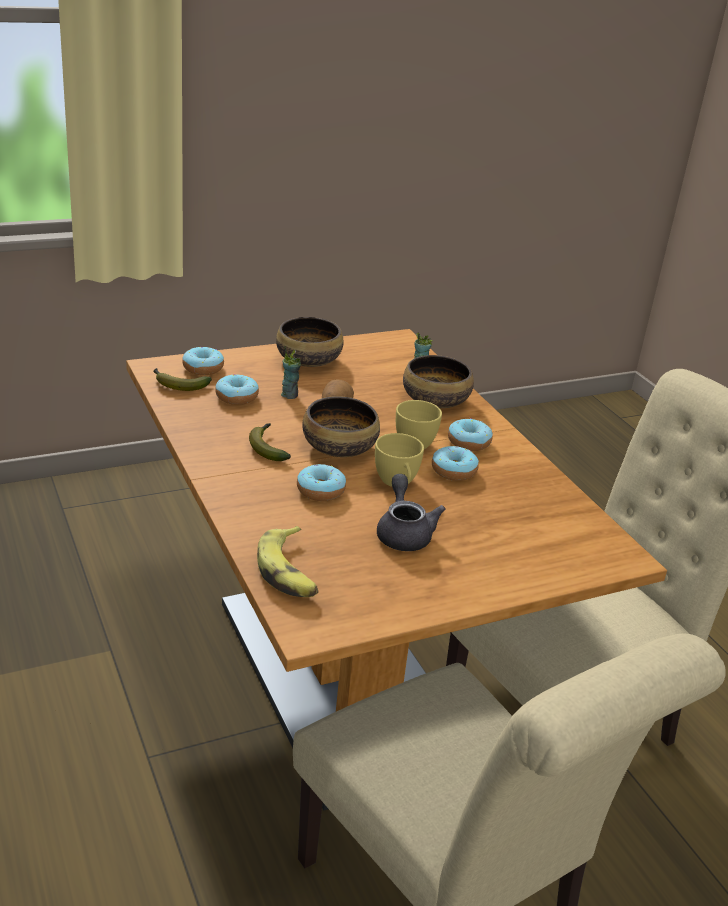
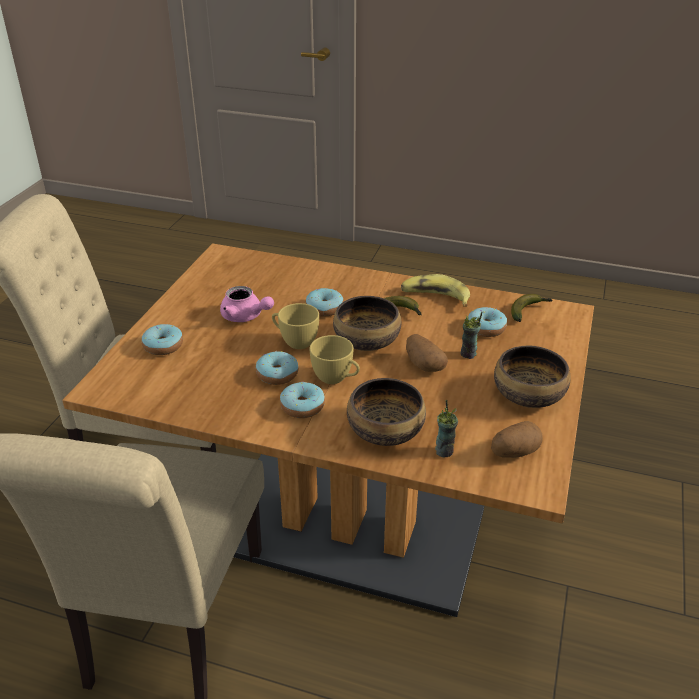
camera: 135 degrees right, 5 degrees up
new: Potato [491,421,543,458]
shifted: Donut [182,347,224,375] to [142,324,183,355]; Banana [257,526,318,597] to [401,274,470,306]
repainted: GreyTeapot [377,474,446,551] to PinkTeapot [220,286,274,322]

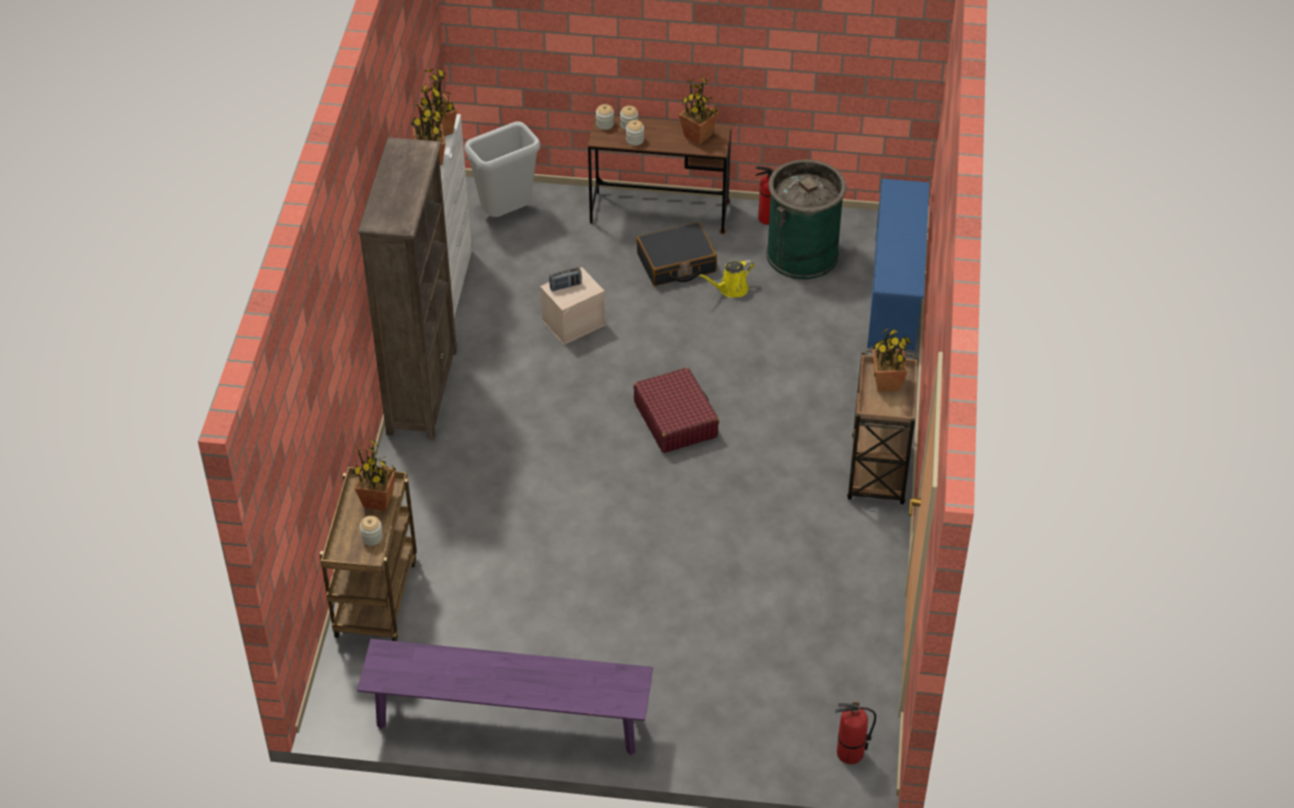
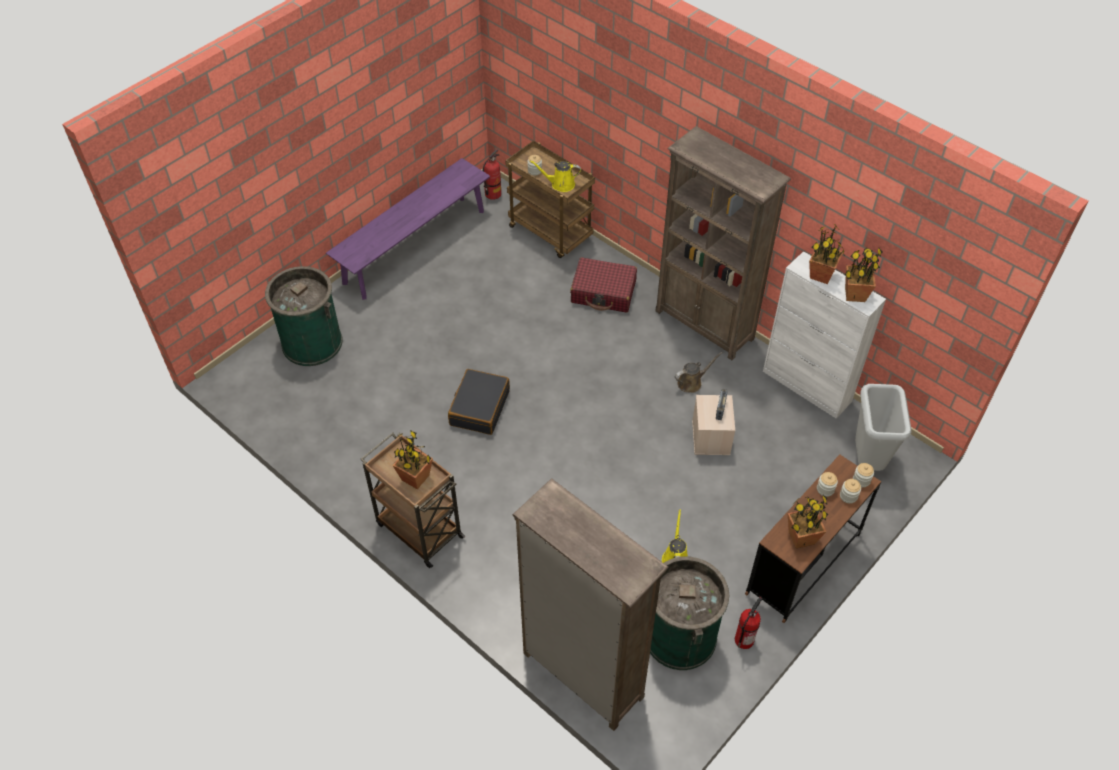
camera: 125 degrees right, 5 degrees up
new: GreenTrashCan [265,266,343,366]; BrownWateringCan [675,352,722,393]
shifted: RedSuitcase [633,367,719,453] to [570,257,637,313]; BlackSuitcase [636,222,717,286] to [448,369,510,435]; FireExtinguisher [835,701,876,764] to [483,149,501,200]
swapped: PottedPlant [353,439,396,511] to YellowWateringCan [530,160,581,192]; BlueShoeRack [867,179,930,350] to BrownBookcase [512,478,669,731]

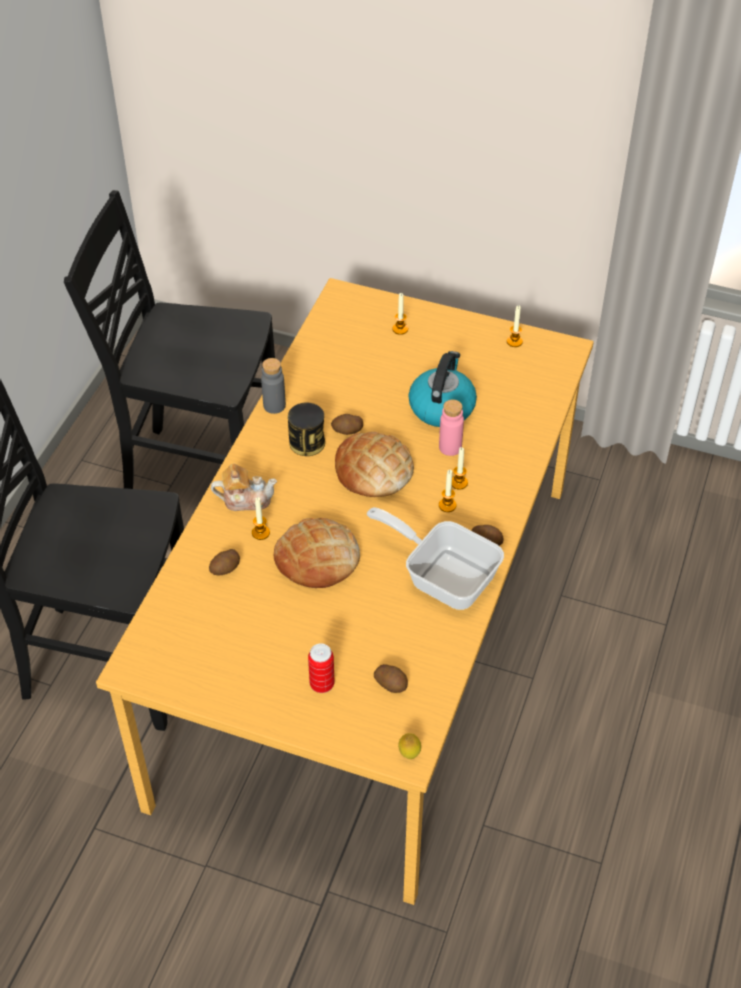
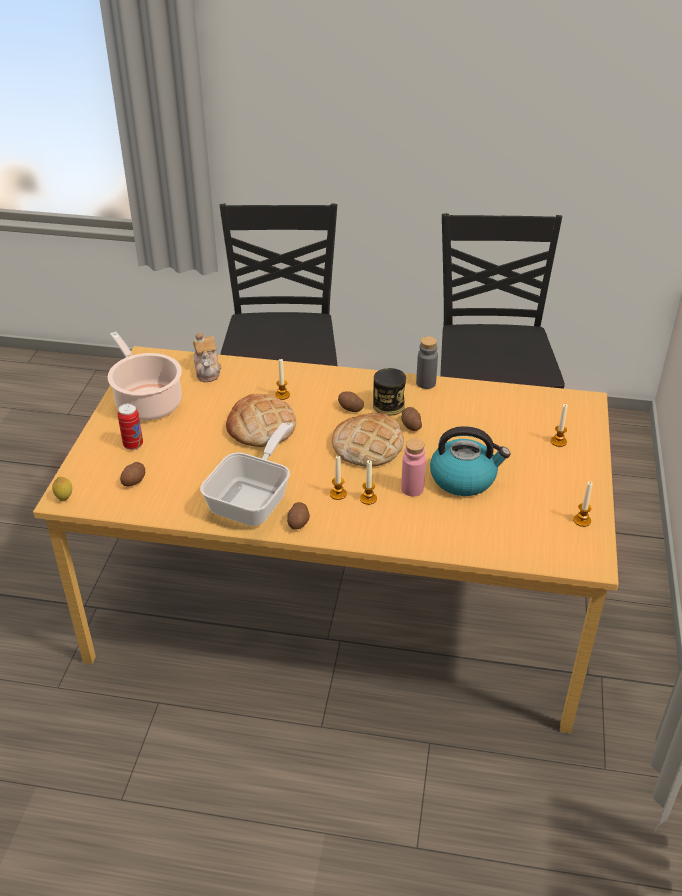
camera: 80 degrees right, 10 degrees down
new: CookingPot [108,332,182,420]
shifted: Potato [209,549,240,576] to [338,391,364,412]; Teapot [211,463,277,511] to [193,332,221,382]

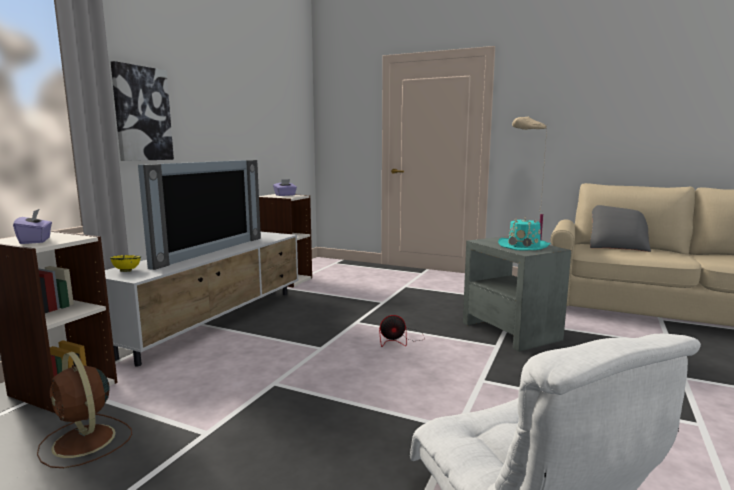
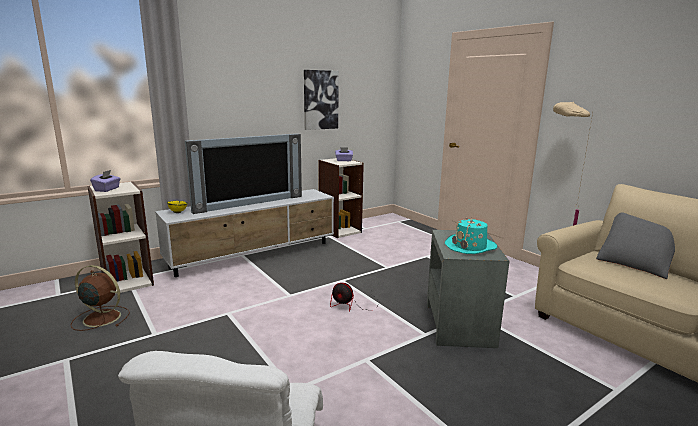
camera: 30 degrees right, 5 degrees up
shifted: Picture [111,61,174,161] to [304,70,339,130]
rotated: BrownFan [37,352,132,468] = [71,265,130,331] 120 degrees clockwise

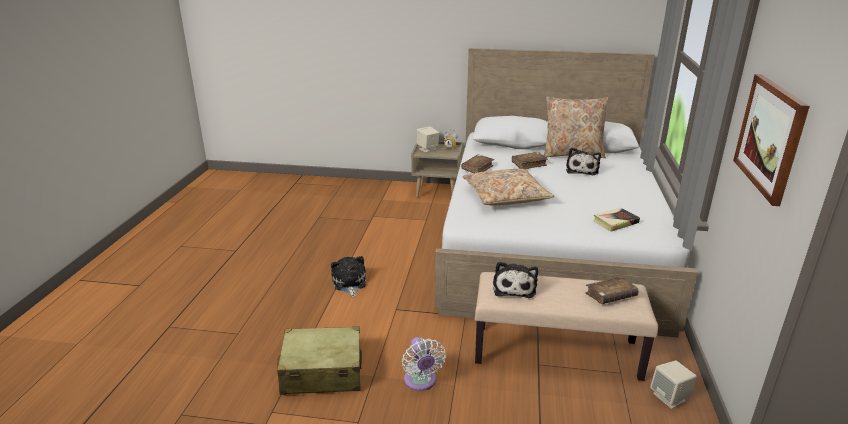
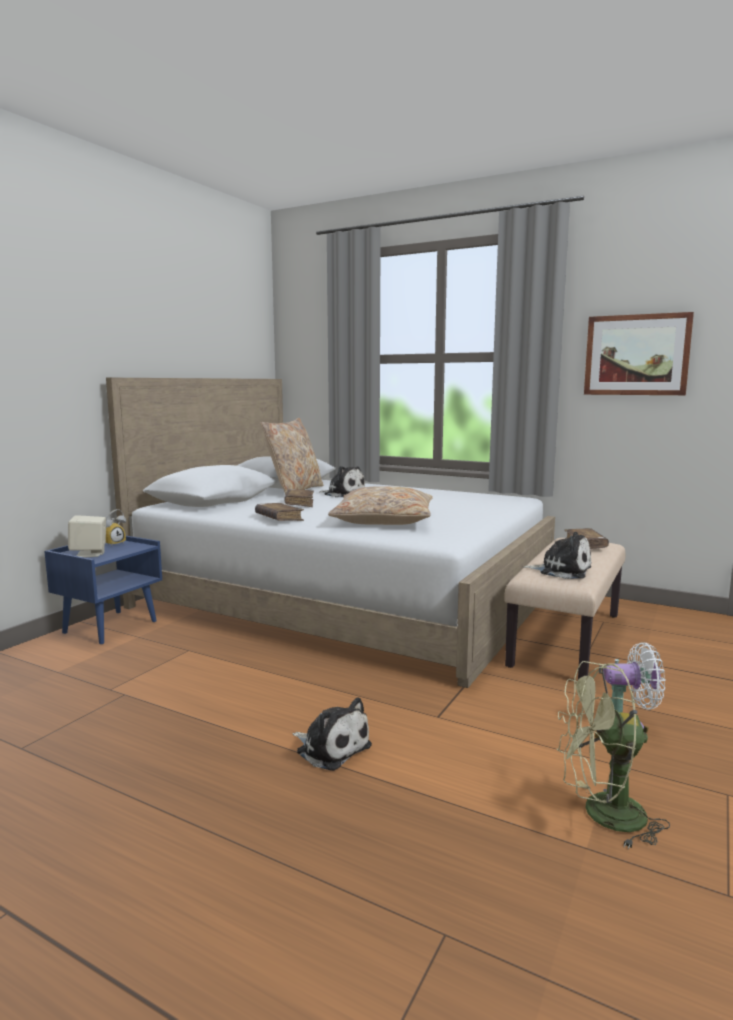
camera: 70 degrees left, 15 degrees down
gone: Book [594,208,640,232]; BeigeSpeaker [650,361,697,409]
swapped: BeigeSuitcase [277,326,362,395] to GreenFan [557,661,670,849]
repainted: BeigeNightstand [411,141,463,198] to BlueNightstand [44,536,162,644]
rotated: PlushToy [331,256,366,297] = [292,697,372,771] 150 degrees counterclockwise

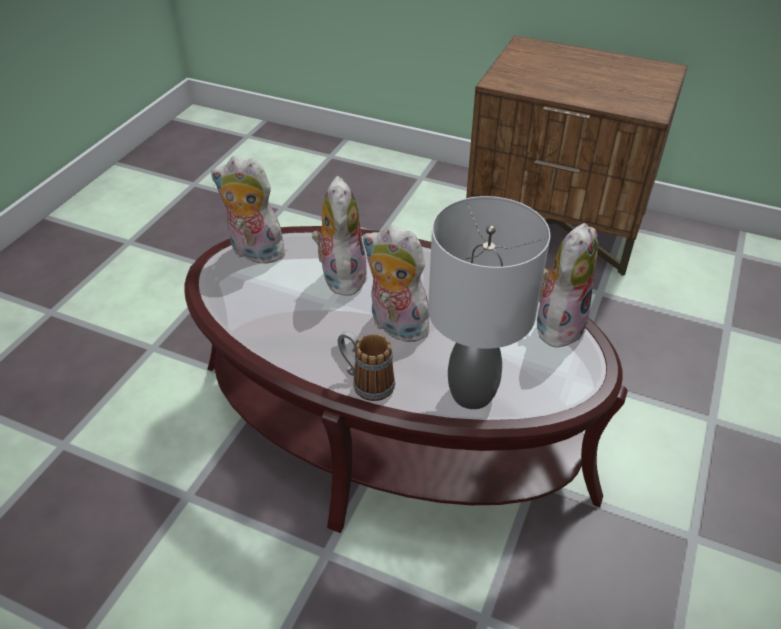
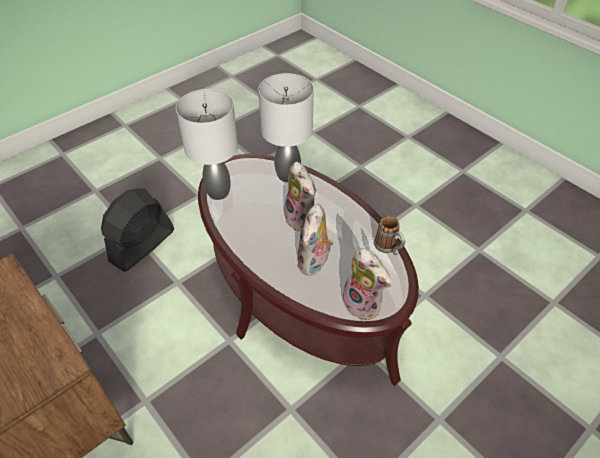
camera: 155 degrees left, 5 degrees up
new: BlackFan [101,189,175,272]
shifted: Mug [338,331,395,401] to [374,216,405,255]
swapped: PlushToy [535,223,598,349] to GreyTableLamp [176,89,238,200]

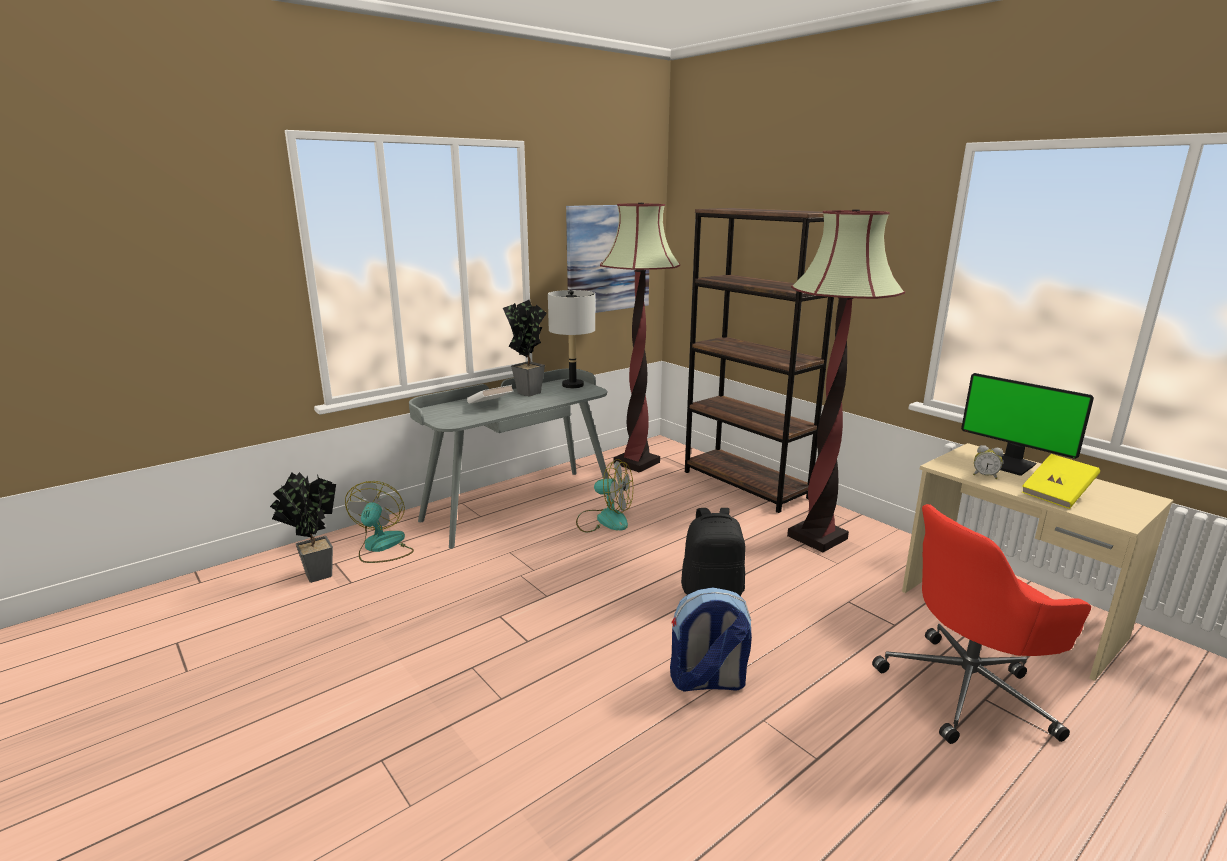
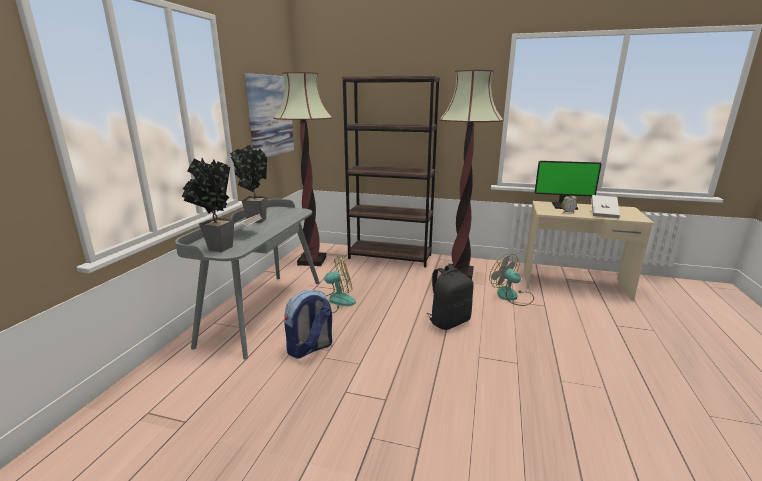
camera: 35 degrees left, 0 degrees up
gone: GreyTableLamp [548,290,595,388]; RedOfficeChair [872,504,1091,744]
shifted: PottedPlant [270,472,336,583] to [181,158,234,252]; Fan [345,481,414,563] to [489,254,534,306]; Backpack [670,587,752,692] to [284,290,332,358]
repainted: YellowBook [1022,454,1100,509] to WhiteBook [591,195,620,219]

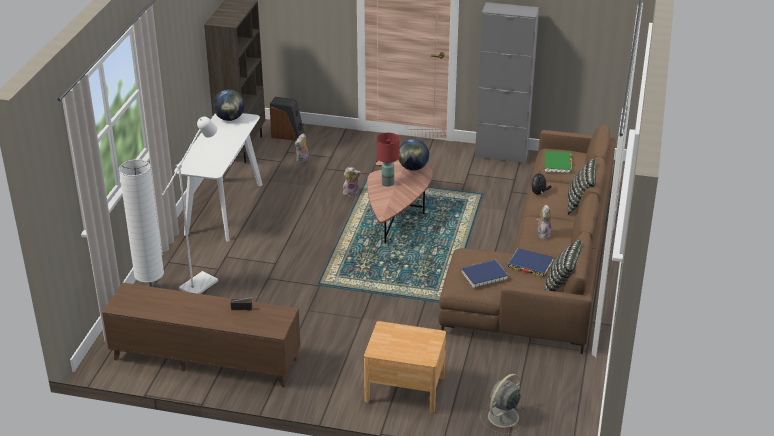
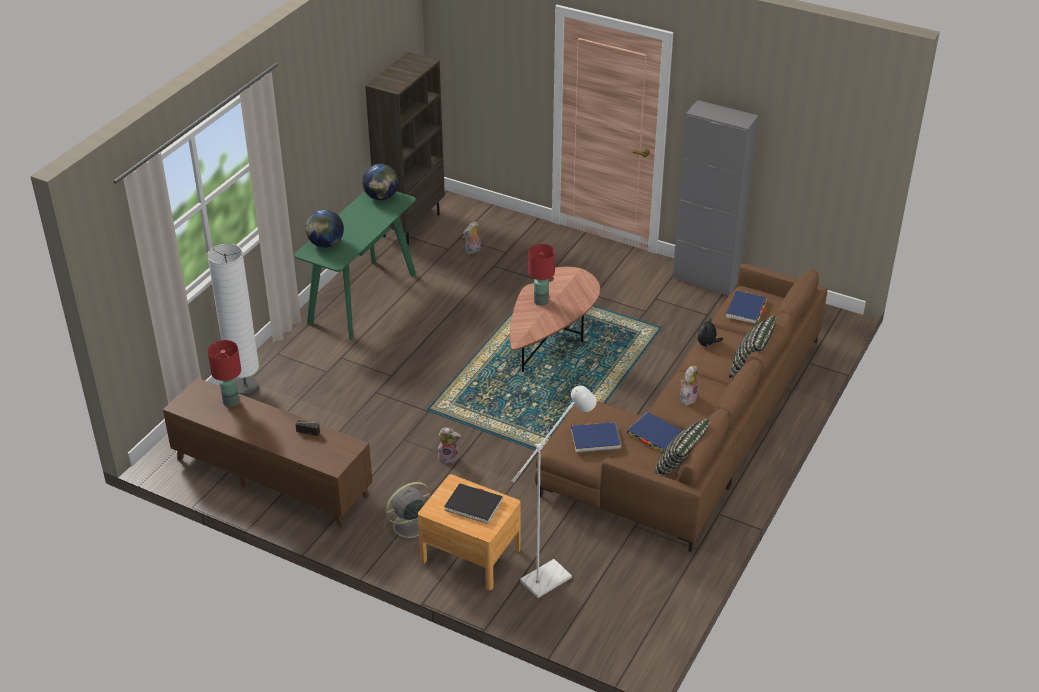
camera: 15 degrees right, 5 degrees up
gone: Speaker [270,97,305,140]
new: RedTableLamp [207,340,241,407]; BlackBook [444,483,503,524]
shifted: WhiteFloorLamp [162,117,218,294] to [512,386,597,598]; PlushToy [343,167,361,196] to [438,427,461,463]; Globe [399,139,429,171] to [306,210,344,248]; GreyFan [481,374,525,434] to [384,482,431,546]
repainted: WhiteConsoleTable [174,113,263,242] to GreenConsoleTable [295,191,416,340]; GreenBook [545,151,573,173] to BlueBook [726,290,767,324]

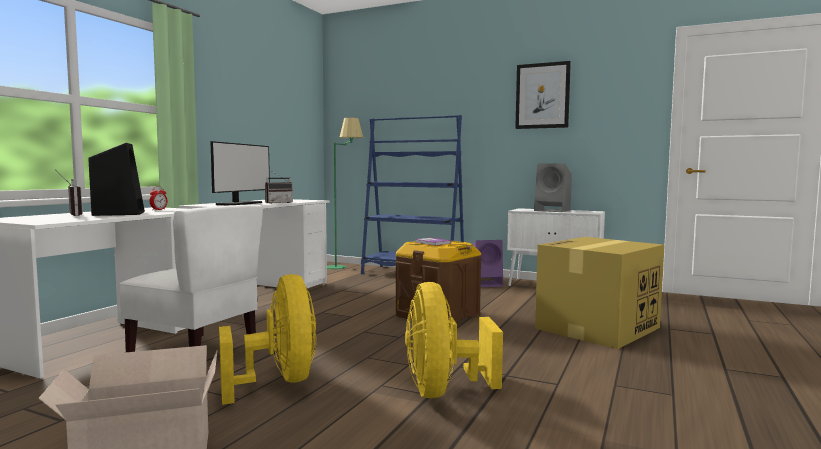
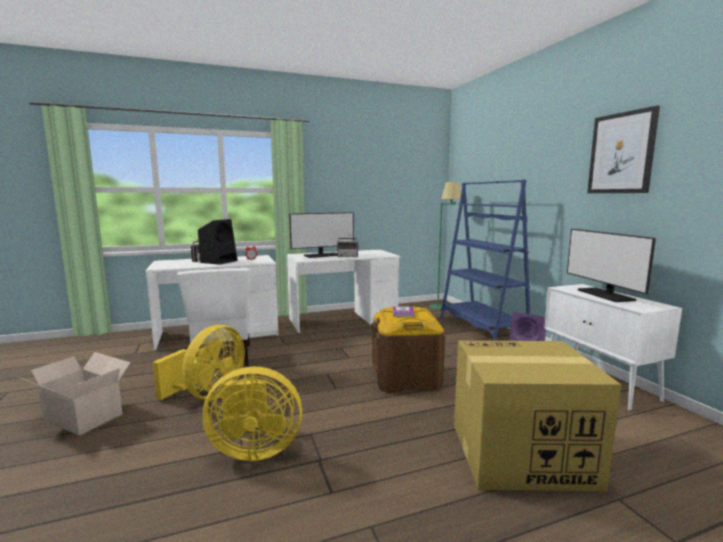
camera: 45 degrees right, 5 degrees up
swapped: GreySpeaker [534,163,572,212] to Monitor [567,229,656,302]
rotated: YellowFan [405,282,503,398] = [203,367,302,461] 135 degrees counterclockwise

